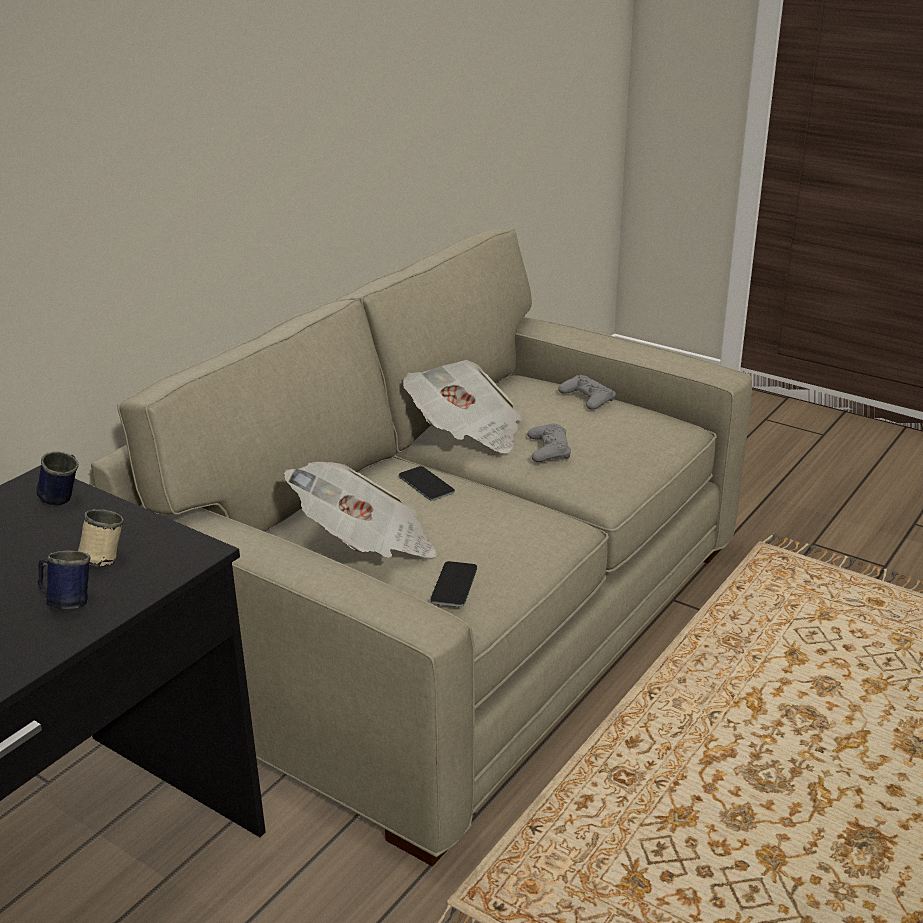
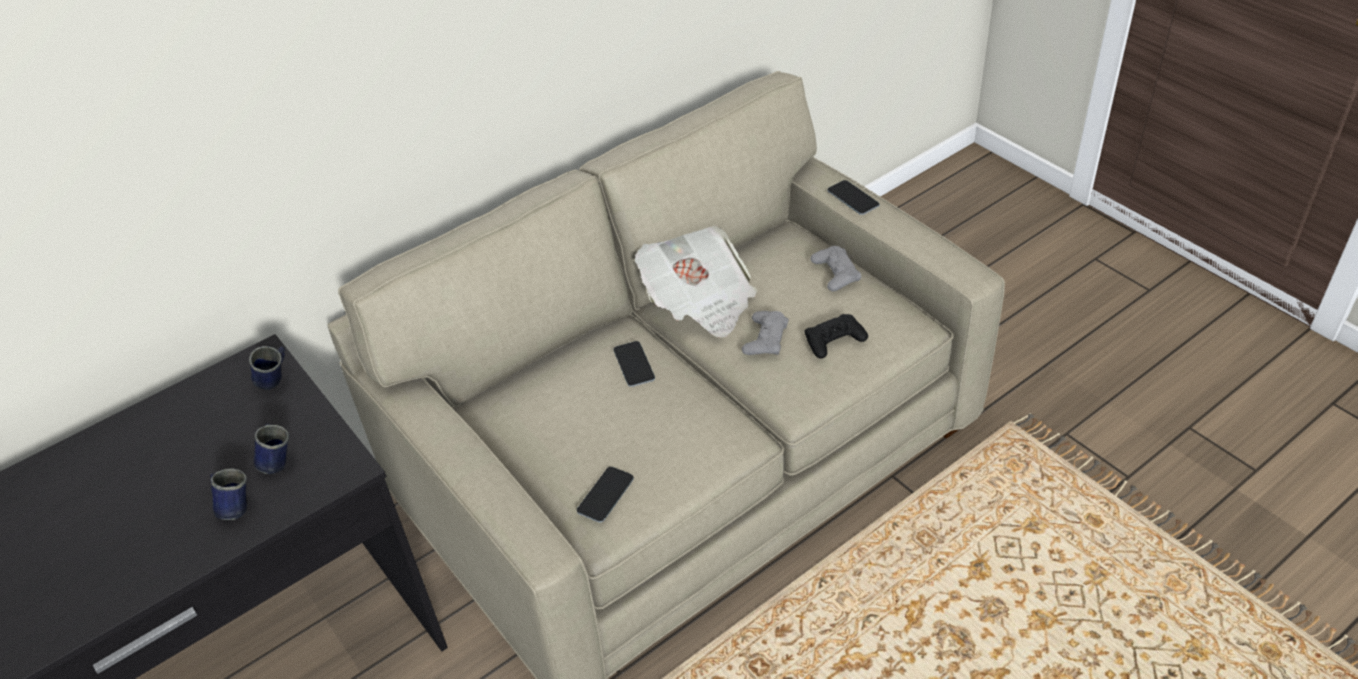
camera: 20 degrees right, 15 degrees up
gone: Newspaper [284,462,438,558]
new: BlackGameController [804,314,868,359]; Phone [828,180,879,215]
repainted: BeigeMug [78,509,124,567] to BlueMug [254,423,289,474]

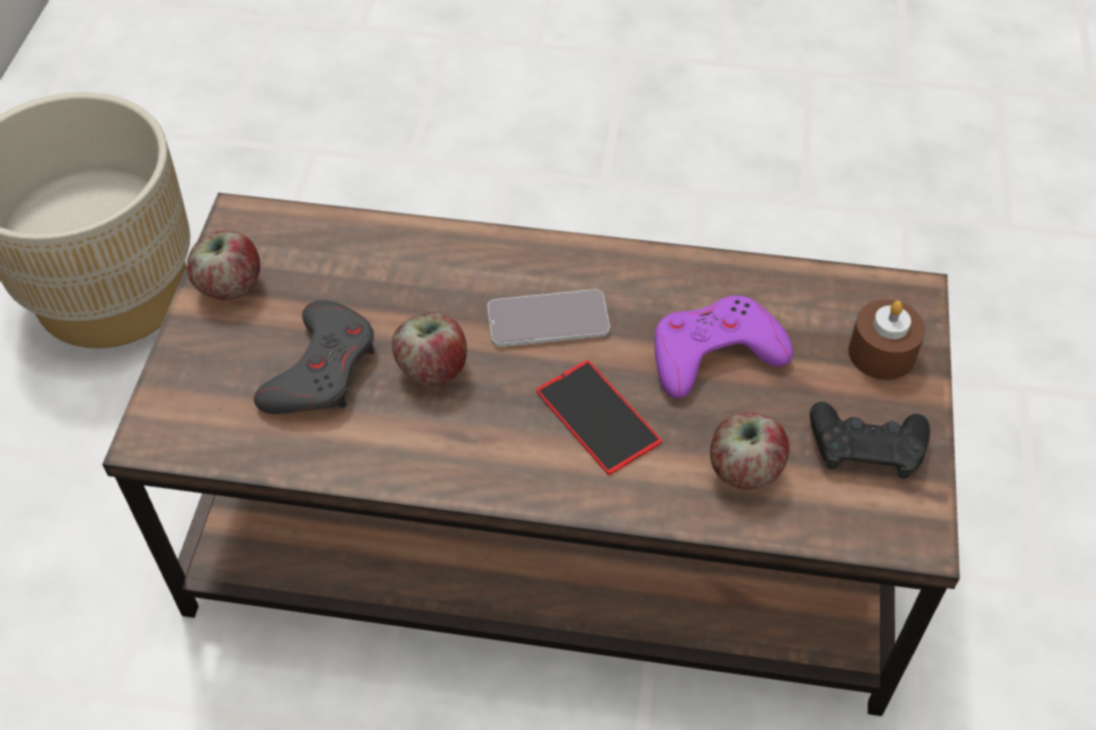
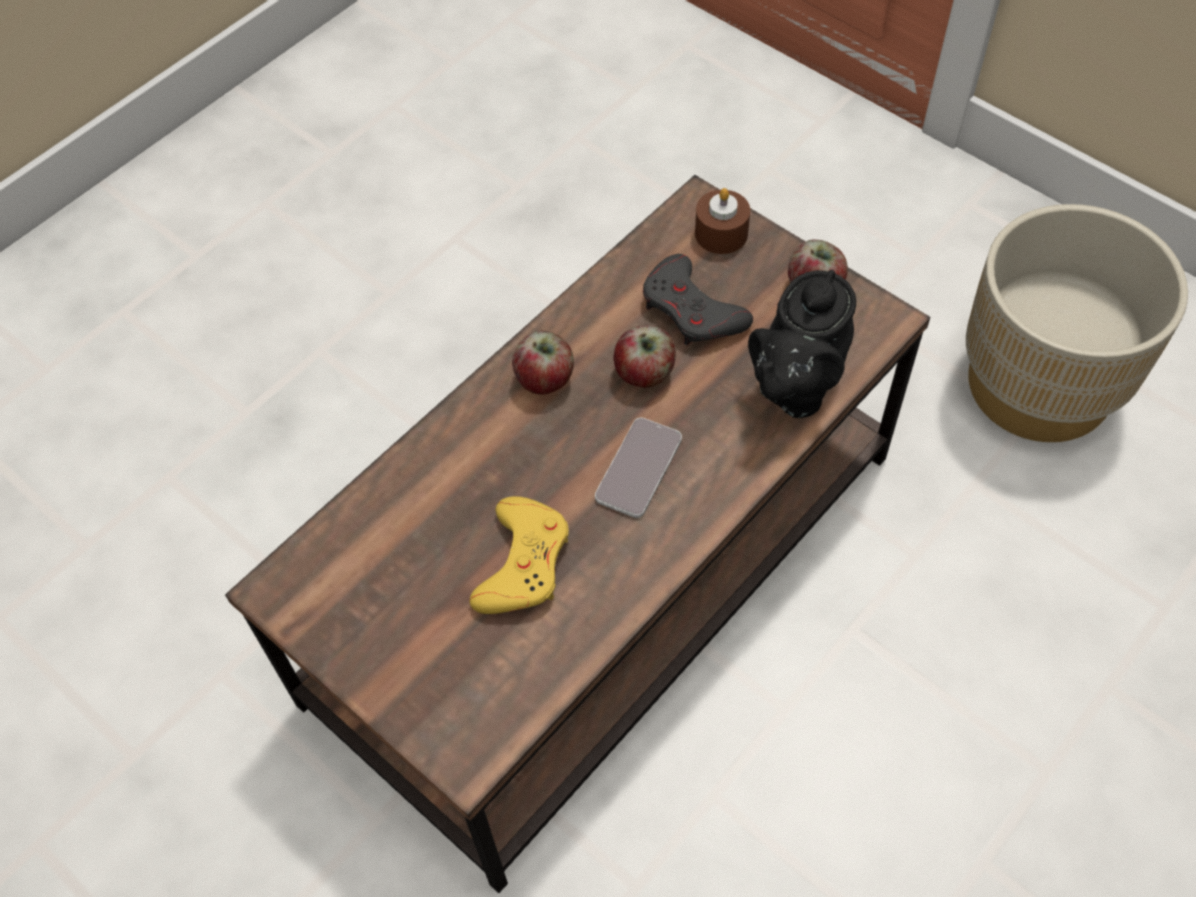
camera: 125 degrees right, 5 degrees up
gone: Phone [536,360,662,475]; BlackGameController [810,402,930,479]
new: BlackTeapot [748,270,856,418]
shifted: Apple [710,412,789,489] to [512,331,574,395]; BrownCandle [848,300,926,380] to [695,188,750,254]
repainted: PurpleGameController [654,296,793,399] to YellowGameController [469,496,569,614]

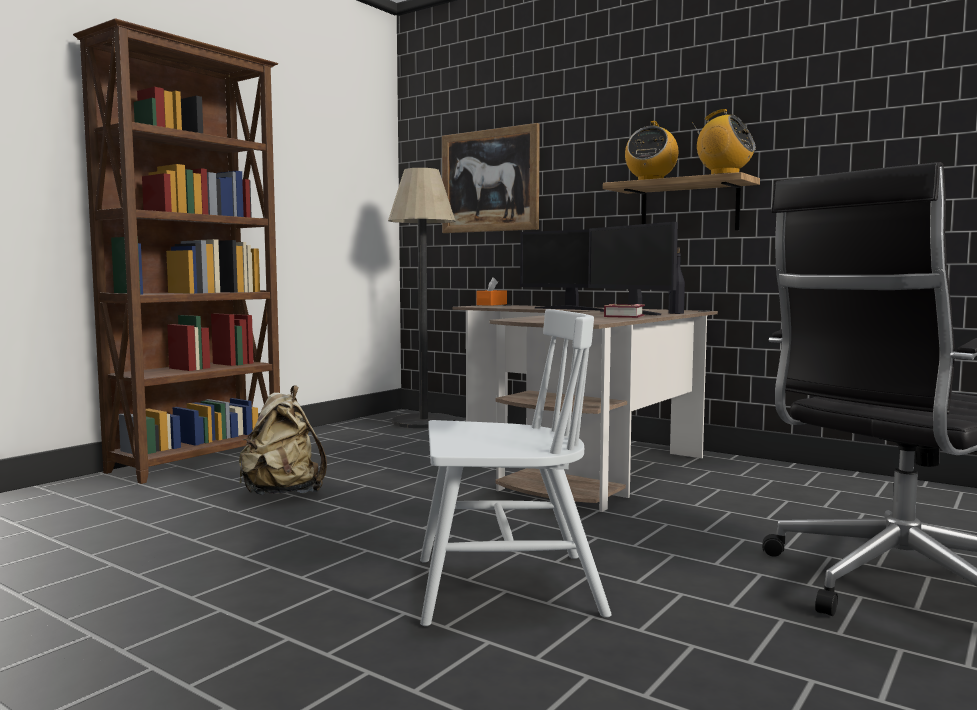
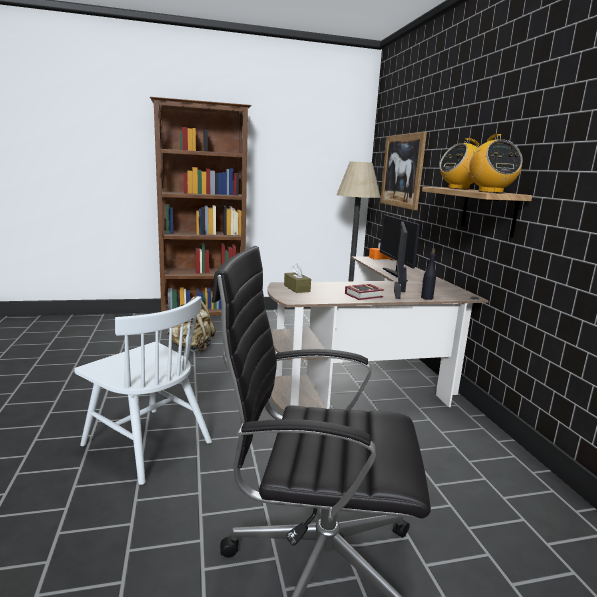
camera: 40 degrees right, 10 degrees up
new: BrownTissueBox [284,263,311,293]

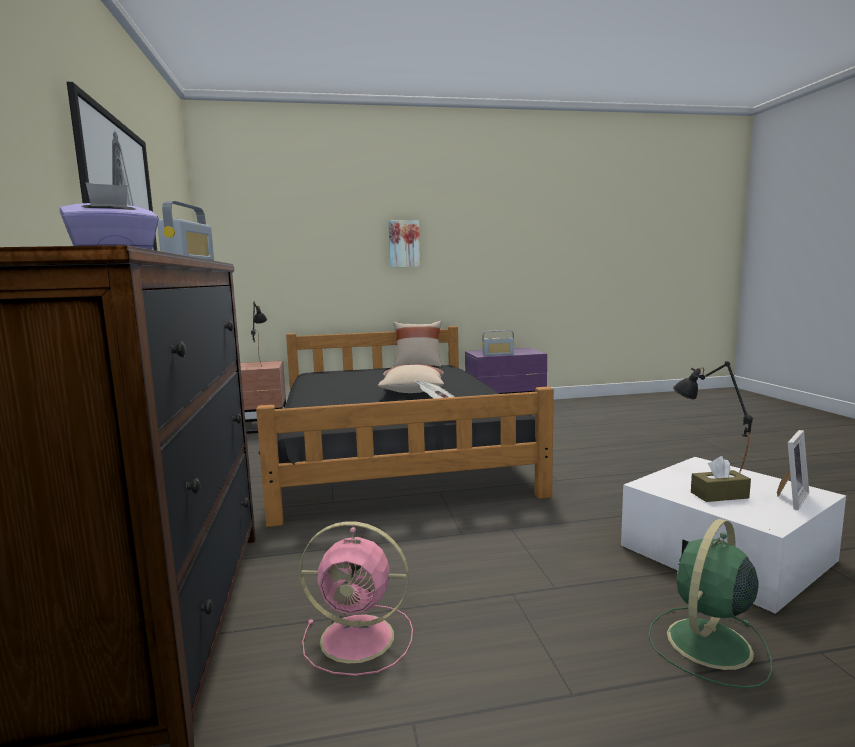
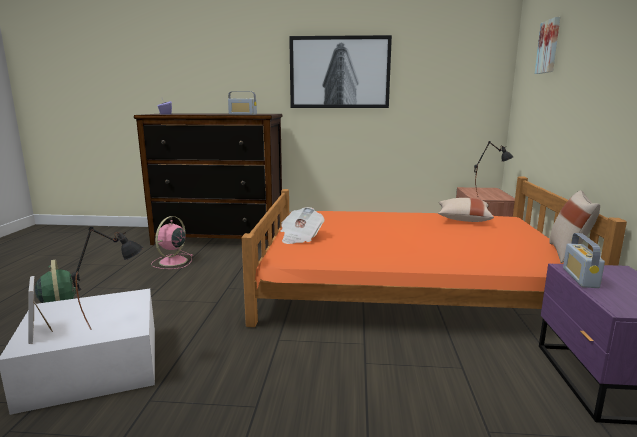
camera: 105 degrees right, 5 degrees up
gone: BrownTissueBox [691,456,751,502]
shifted: BeigePillow [378,364,444,393] to [438,198,494,222]; Picture [388,220,420,267] to [535,17,560,74]
repainted: BlackBed [256,326,554,527] to OrangeBed [241,176,627,327]

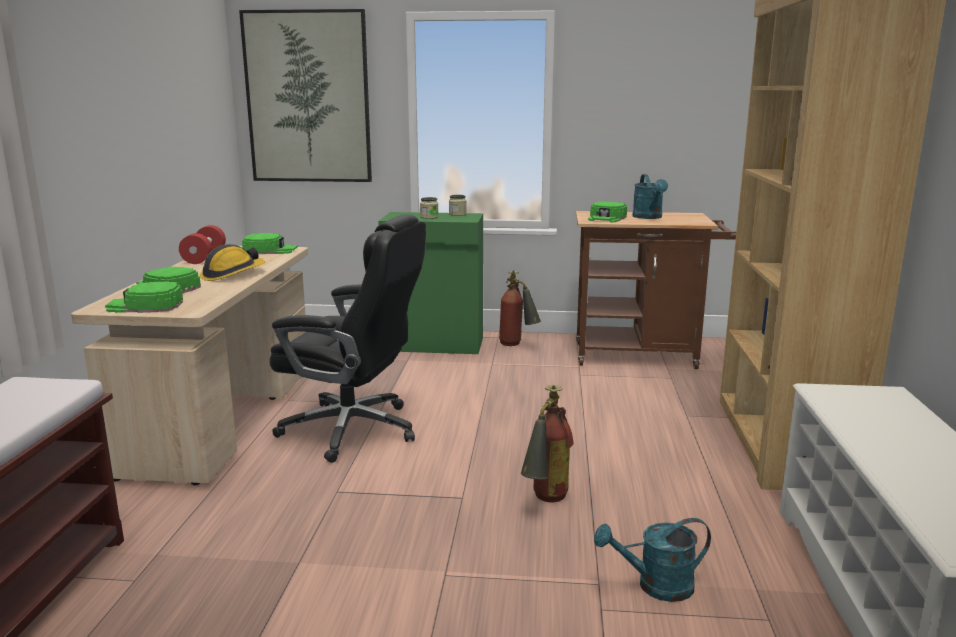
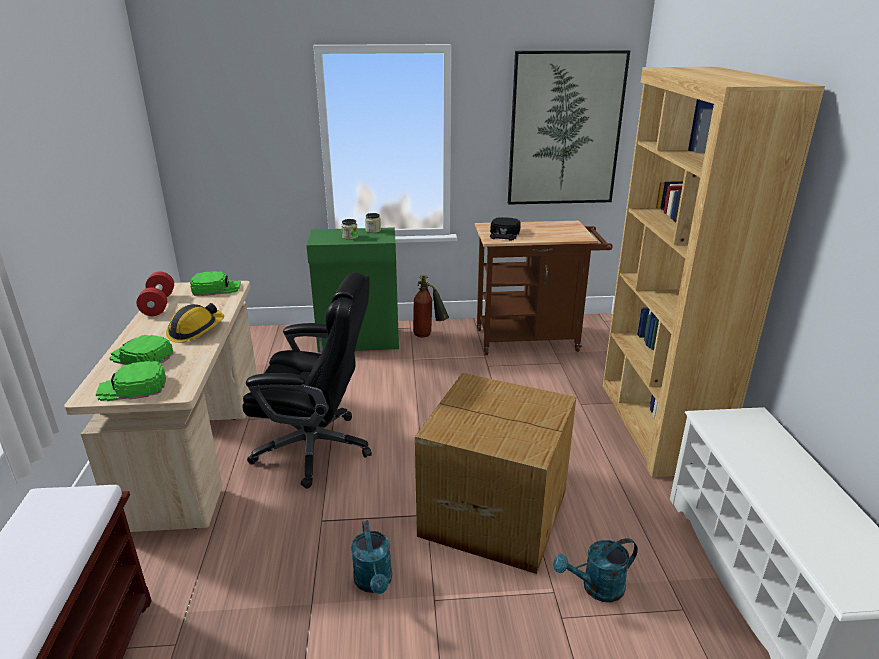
camera: 10 degrees left, 10 degrees up
shifted: Picture [239,9,372,182] to [508,50,630,205]; TurquoiseWateringCan [632,174,668,219] to [351,520,392,594]
swapped: FireExtinguisher [521,385,574,503] to CardboardBox [415,373,576,574]
repainted: GreenCap [588,202,627,222] to BlackCap [490,217,521,241]

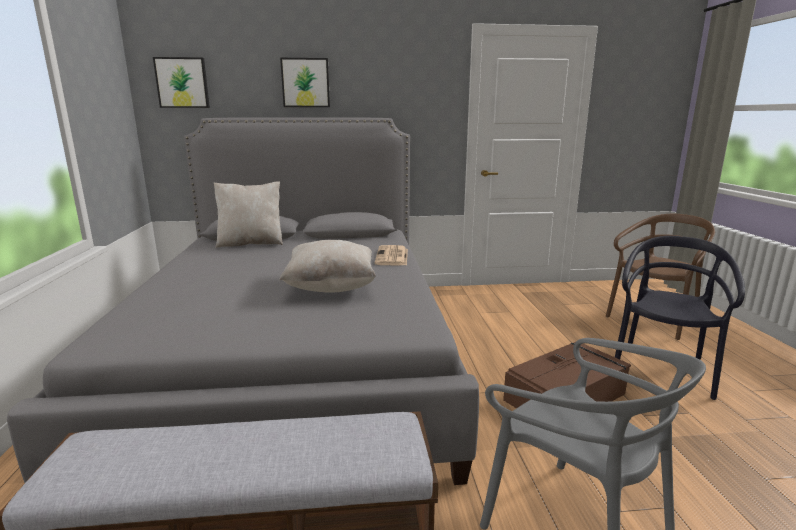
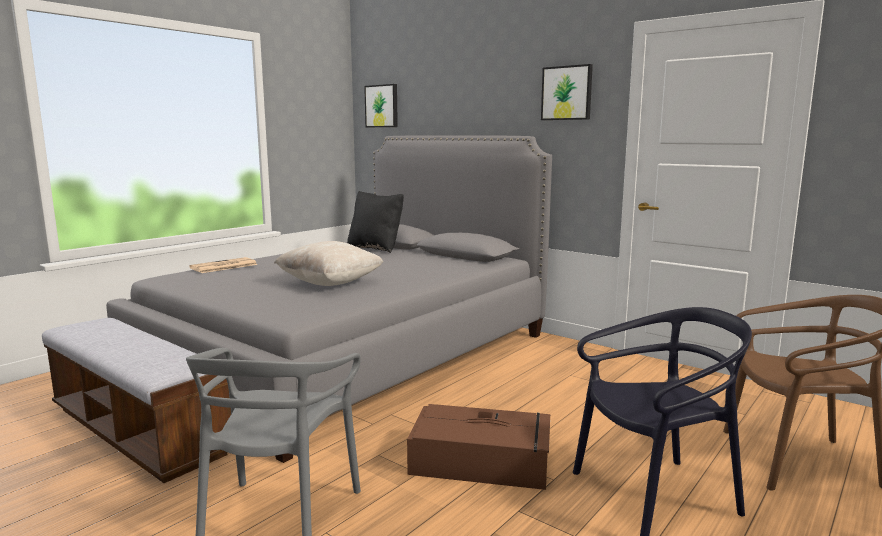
camera: 45 degrees right, 5 degrees down
shifted: Picture [280,58,330,107] to [541,64,593,120]; Newspaper [374,245,408,265] to [189,257,258,273]
repainted: BeigePillow [214,181,283,248] to BlackPillow [347,191,404,253]

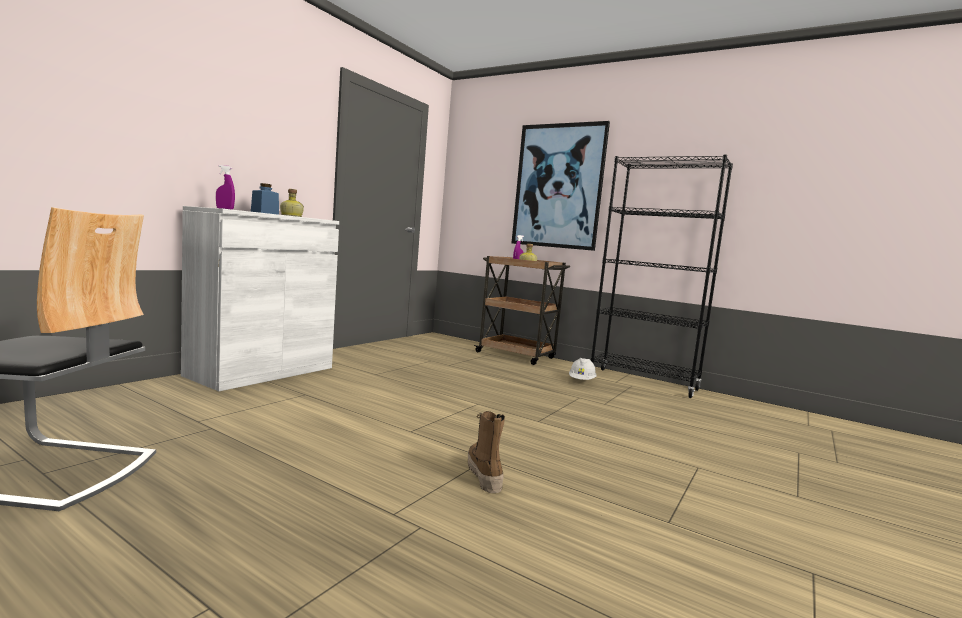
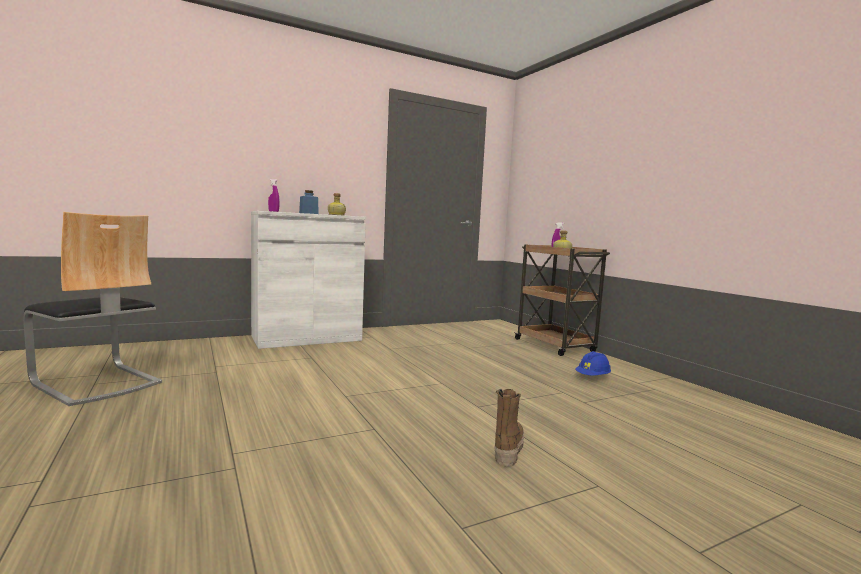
camera: 30 degrees right, 0 degrees up
gone: Picture [512,121,610,251]; BlackBookcase [591,155,733,398]
shifted: Boot [468,411,505,493] to [494,389,524,467]
repainted: WhiteHardHat [569,358,597,380] to BlueHardHat [576,351,611,376]

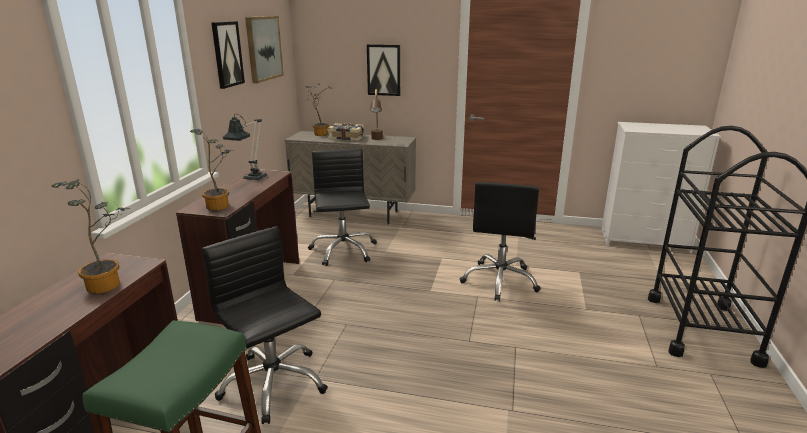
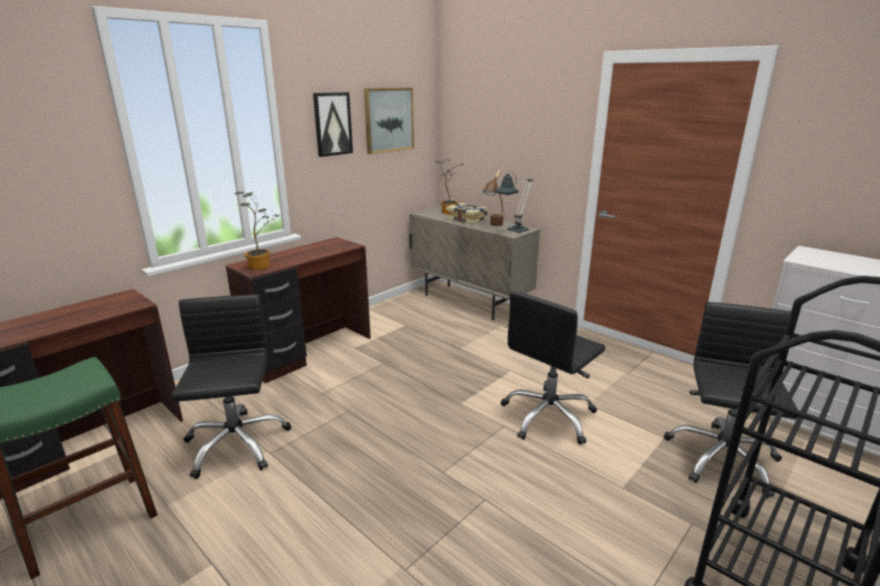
camera: 30 degrees right, 0 degrees up
gone: PottedPlant [51,179,131,294]; Picture [367,44,400,96]
shifted: TableLamp [223,114,268,180] to [495,172,533,233]; BlackOfficeChair [308,149,377,266] to [664,302,798,498]

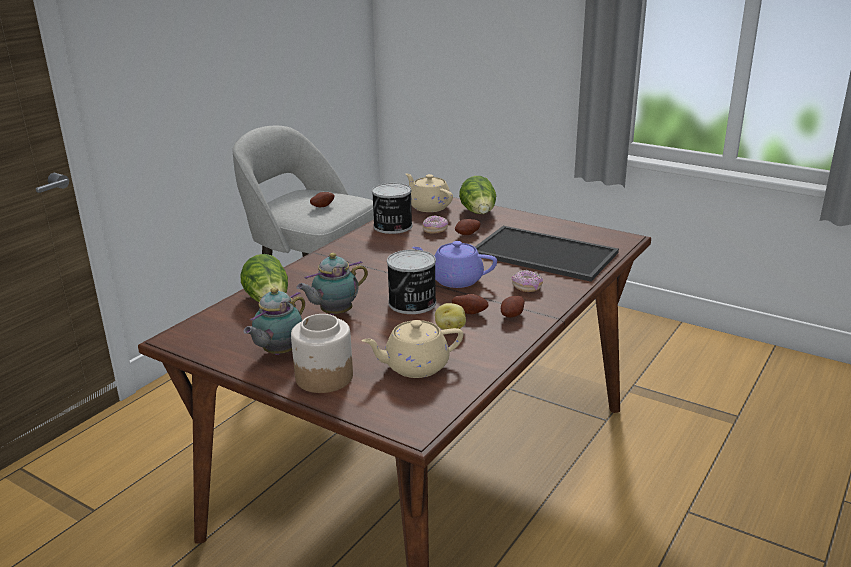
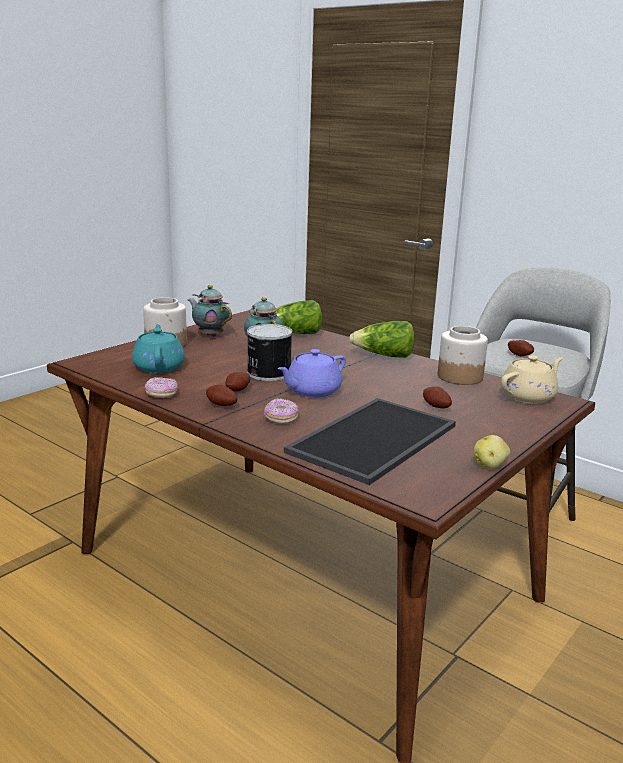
camera: 95 degrees right, 5 degrees down
shifted: Donut [423,215,448,233] to [145,377,178,398]; Potato [435,303,466,330] to [474,435,510,469]; Lettuce [459,176,496,214] to [349,321,414,358]
swapped: Can [372,183,412,234] to Jar [438,326,488,385]
repainted: BeigeTeapot [361,320,463,378] to TurquoiseTeapot [132,324,185,373]
rotated: PurpleTeapot [412,241,497,288] = [277,349,346,398] 150 degrees counterclockwise

